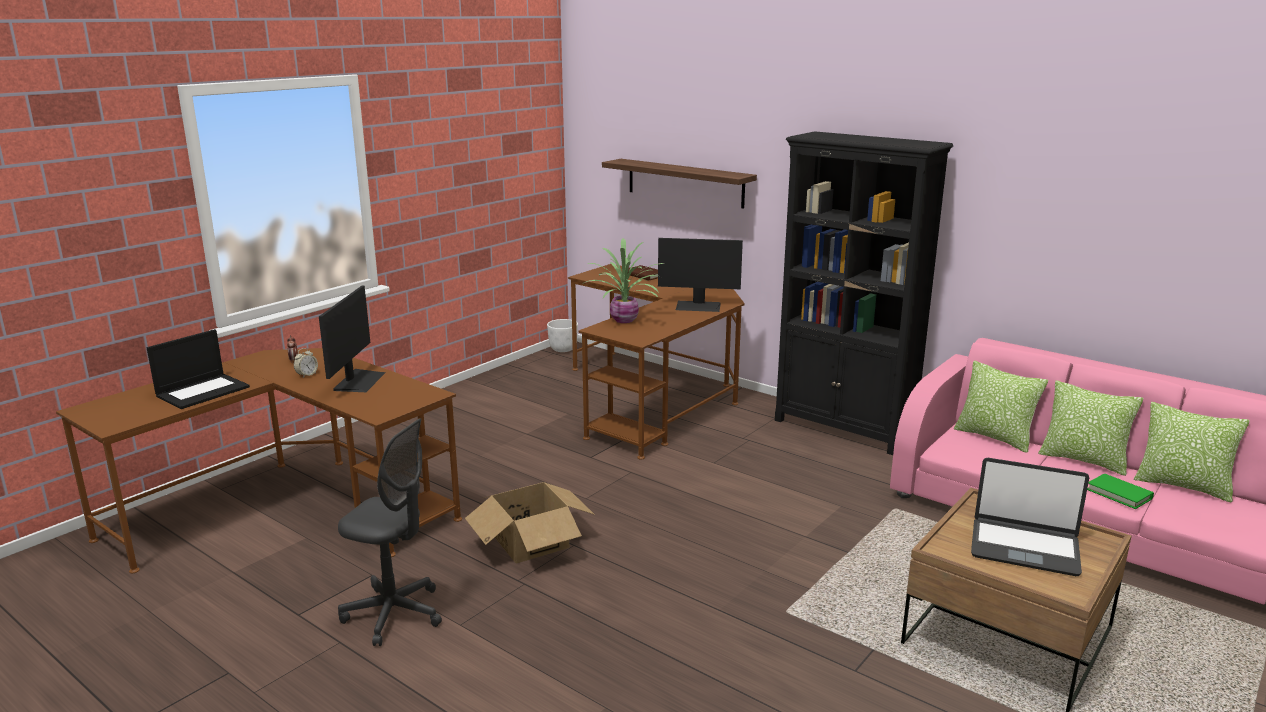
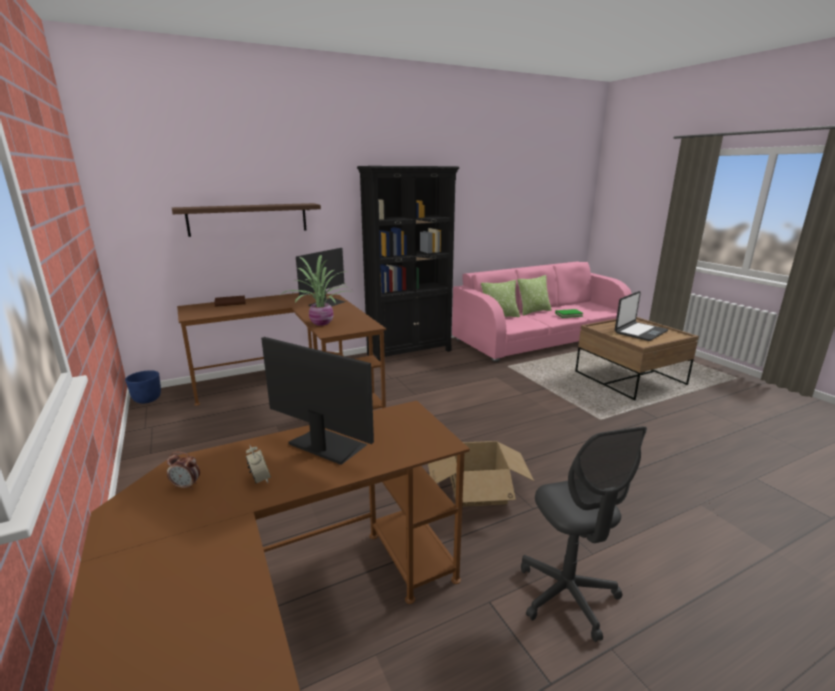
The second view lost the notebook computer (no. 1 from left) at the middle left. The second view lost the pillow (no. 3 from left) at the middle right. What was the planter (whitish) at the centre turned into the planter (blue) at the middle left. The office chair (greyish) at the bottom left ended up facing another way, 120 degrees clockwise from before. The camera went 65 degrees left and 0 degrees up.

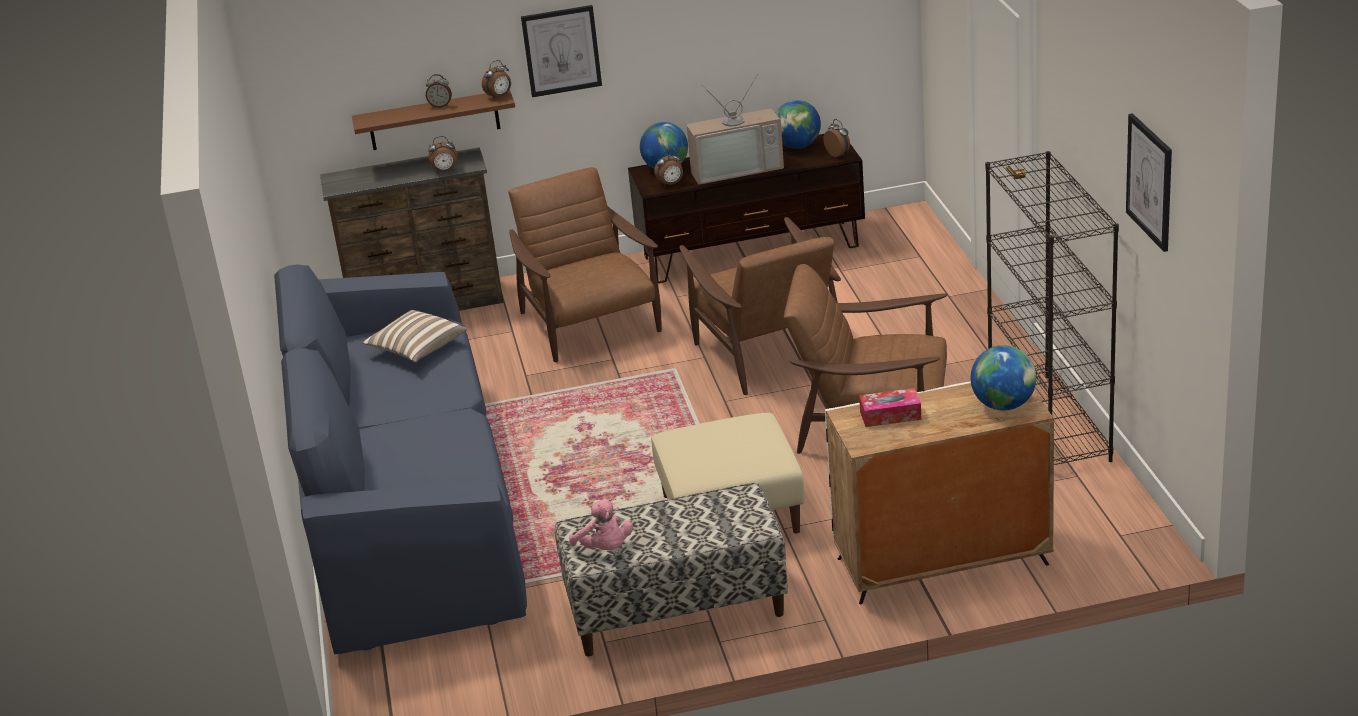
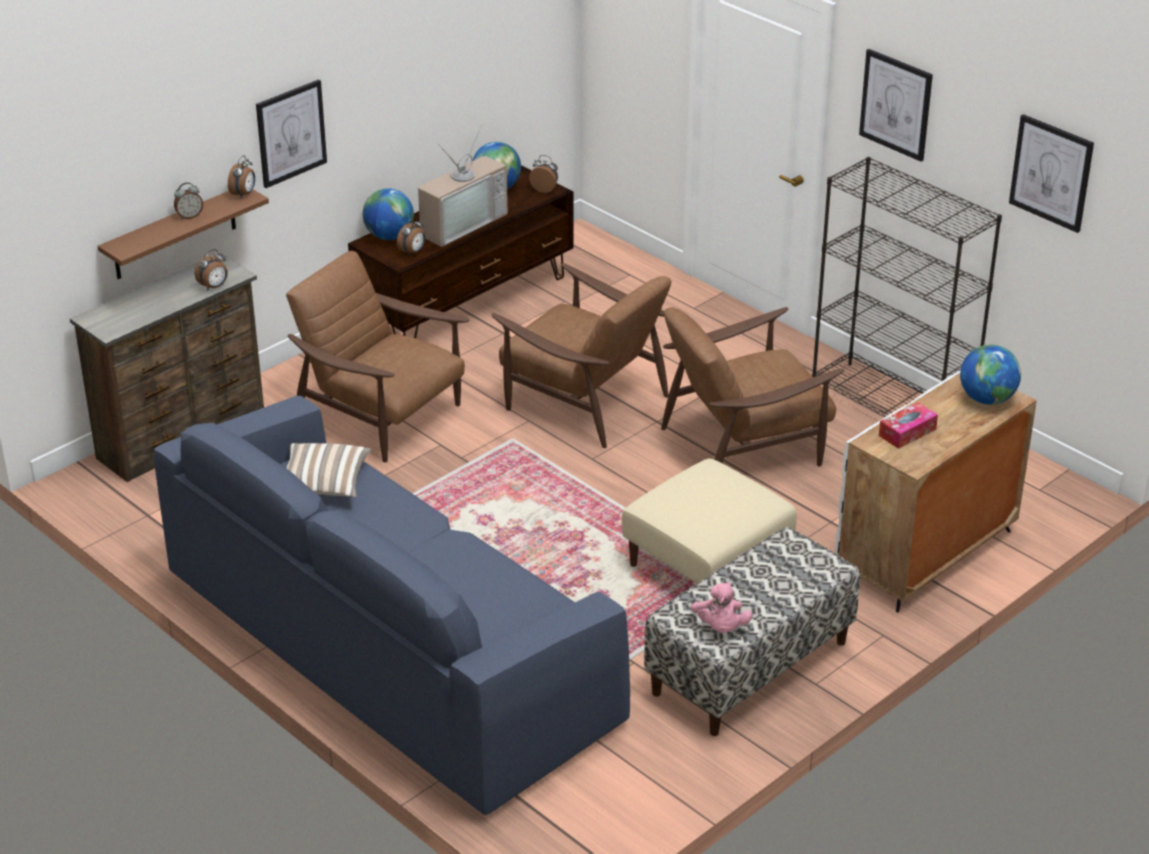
The second view gained the wall picture (no. 2 from left) at the top right. The plush toy (pink-coloured) at the bottom centre ended up facing another way, 60 degrees clockwise from before. The camera went 35 degrees left and 5 degrees up.

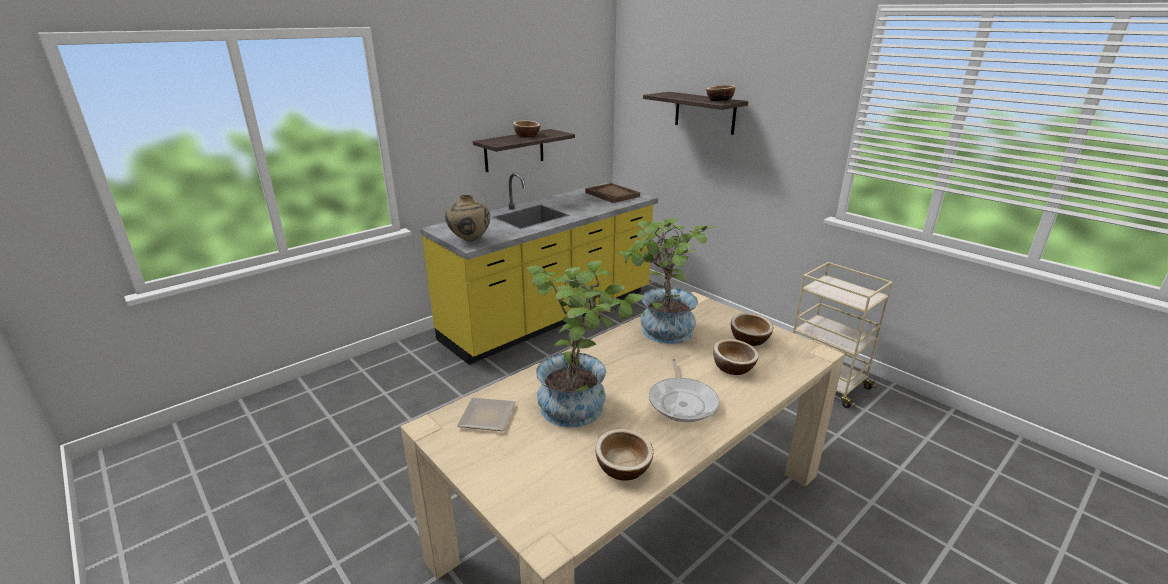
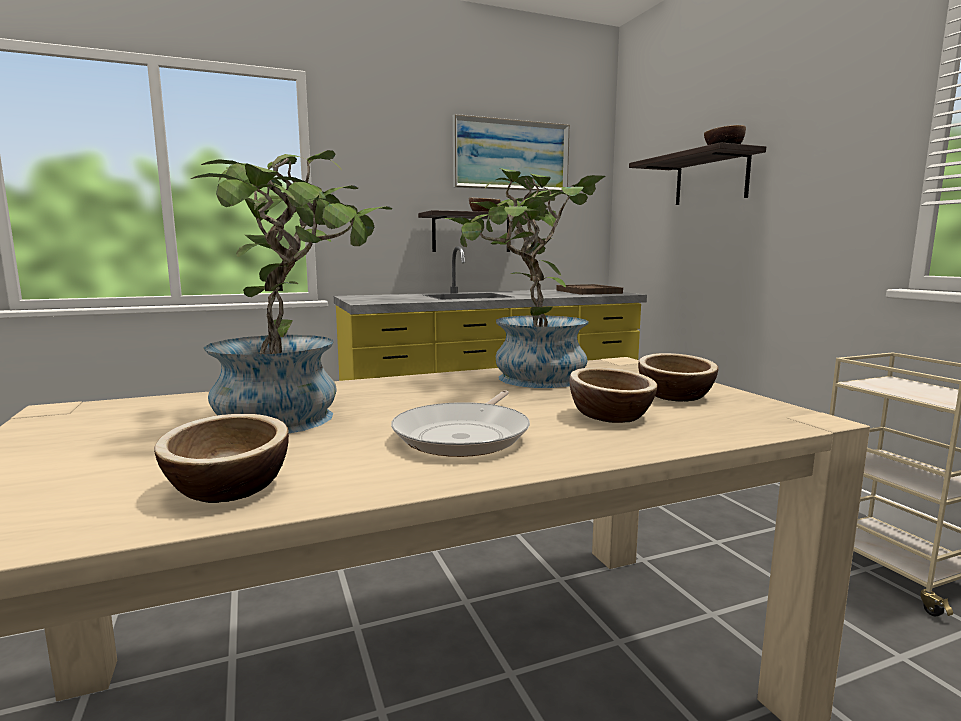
The second view lost the decorative vase (beige-coloured) at the centre. The second view lost the plate at the bottom centre. The second view gained the wall picture at the top centre. The camera went 20 degrees right and 15 degrees down.

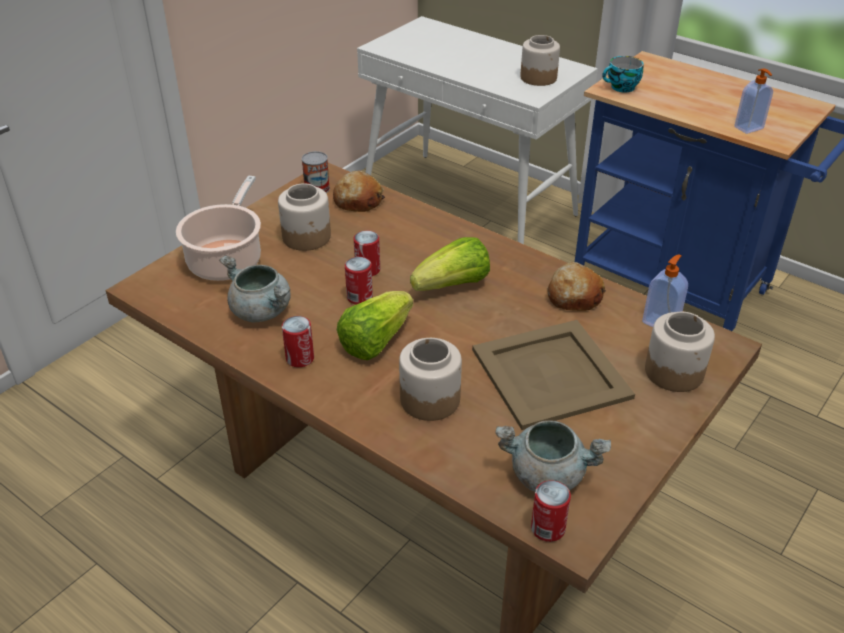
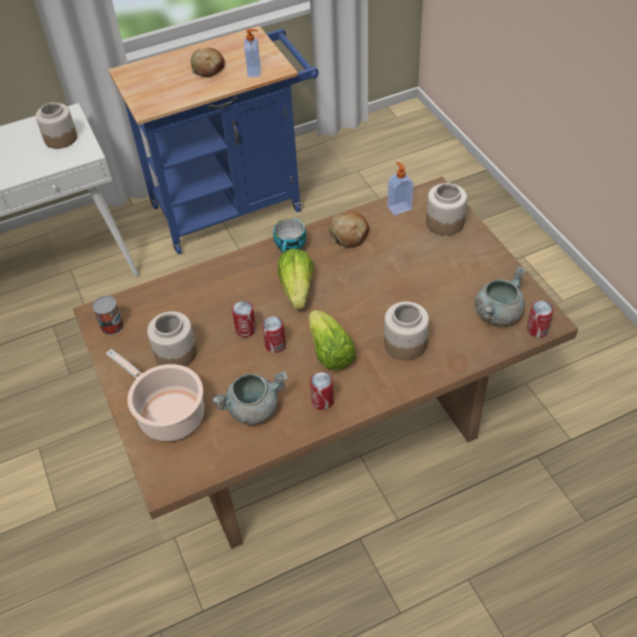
The second view lost the serving tray (beige-coloured) at the centre. The baked bread (no. 1 from left) ended up elsewhere, having gone from the top centre to the top left. The cup ended up elsewhere, having gone from the top right to the centre. The camera went 60 degrees left and 10 degrees up.

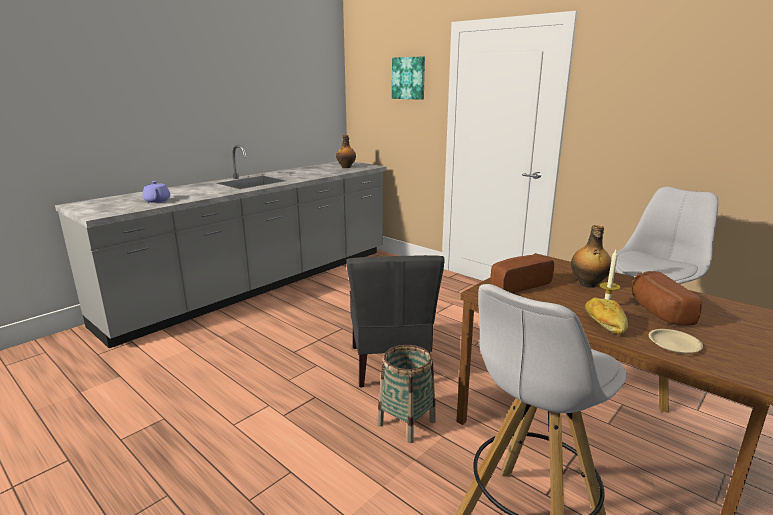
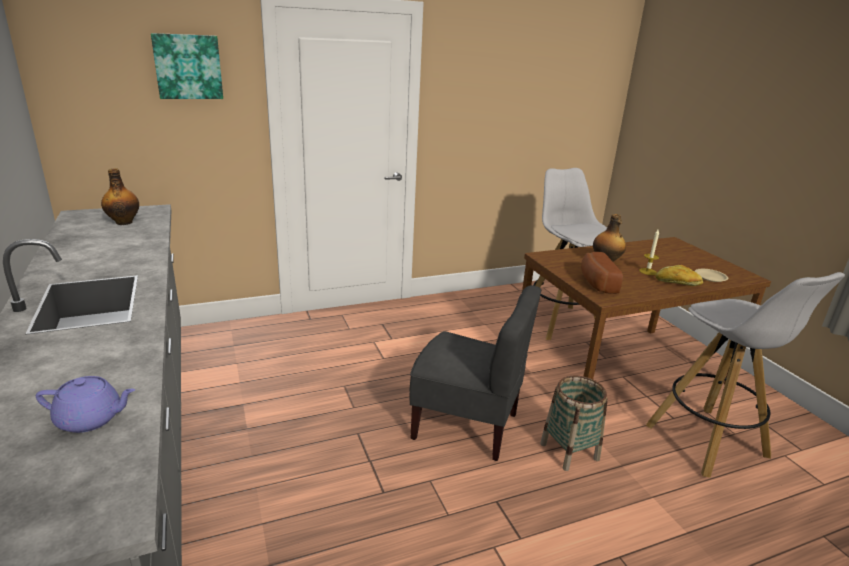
The second view lost the baked bread (no. 3 from left) at the middle right. The camera went 65 degrees left and 5 degrees up.

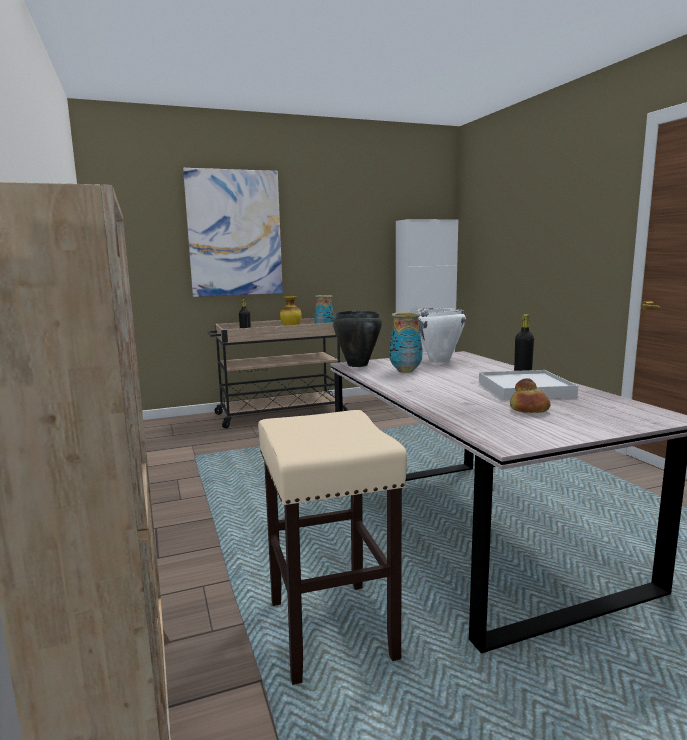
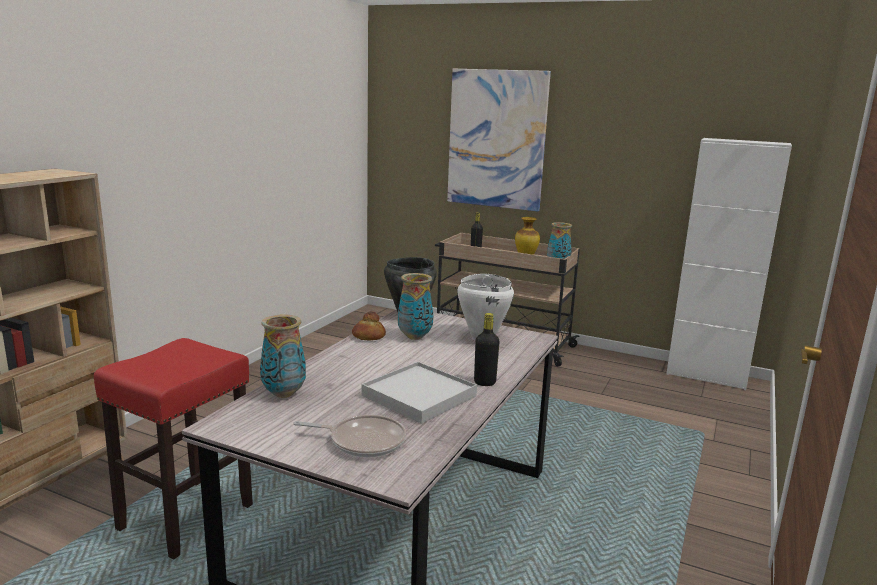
The second view gained the decorative vase (no. 1 from left) at the middle left. The second view gained the pan at the bottom centre. The baked bread ended up elsewhere, having gone from the middle right to the centre. What was the stool seat (beige-coloured) at the bottom centre turned into the stool seat (reddish) at the bottom left. The camera went 45 degrees right and 5 degrees up.

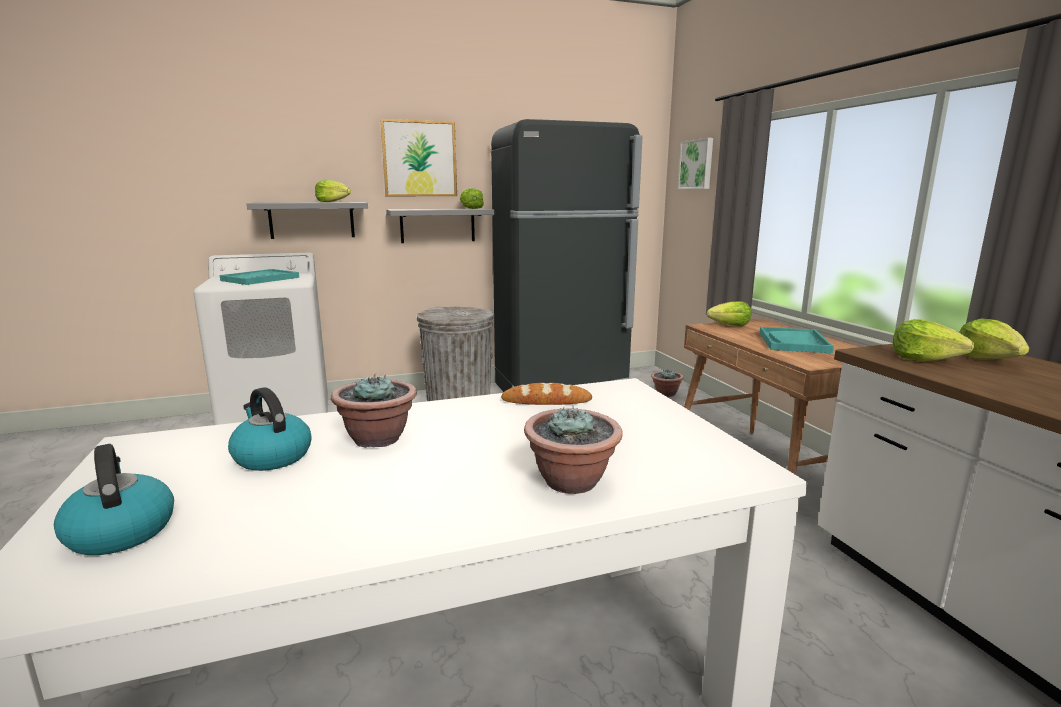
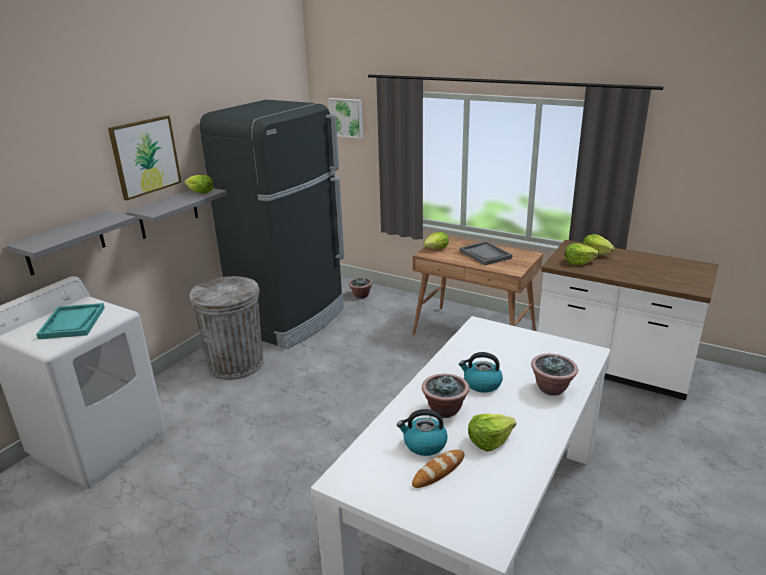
The tea kettle (no. 1 from left in the first image) ended up elsewhere, having gone from the bottom left to the centre. The head of lettuce (no. 1 from left in the first image) ended up elsewhere, having gone from the top left to the bottom centre. The baked bread ended up elsewhere, having gone from the centre to the bottom centre. What was the serving tray (turquoise) (no. 2 from left) at the middle right turned into the serving tray (greyish) at the centre. The camera went 40 degrees left and 10 degrees up.

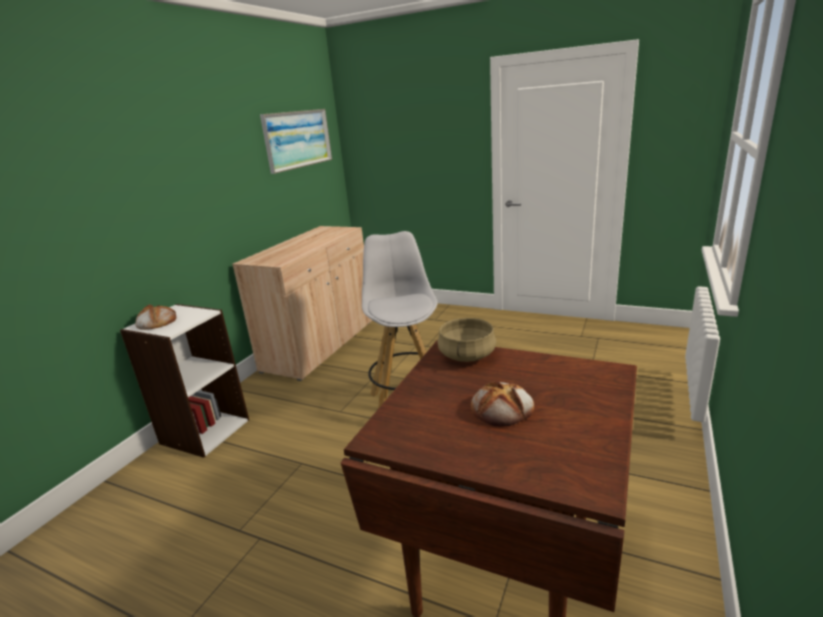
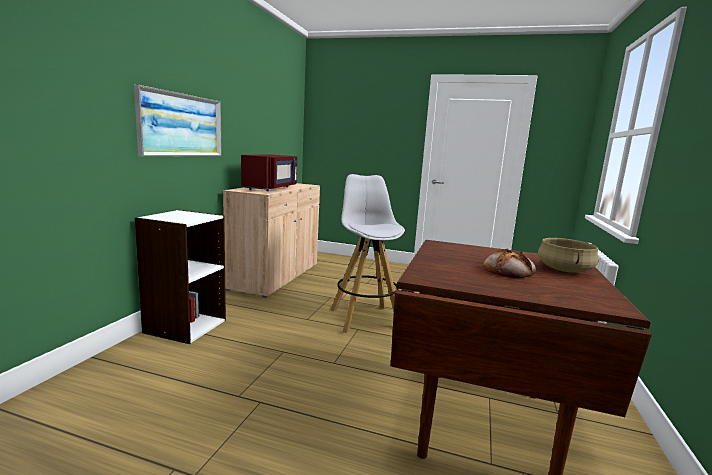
The second view lost the baked bread (no. 1 from left) at the middle left. The second view gained the microwave (reddish) at the centre. The wall picture ended up elsewhere, having gone from the top centre to the top left. The stockpot (beige-coloured) ended up elsewhere, having gone from the centre to the middle right. The camera went 10 degrees left and 10 degrees down.

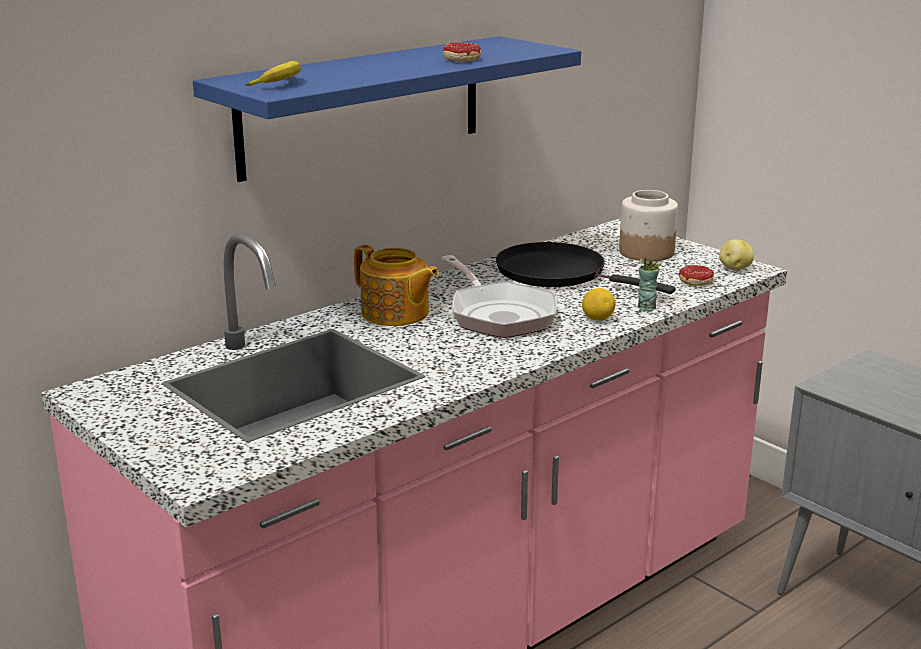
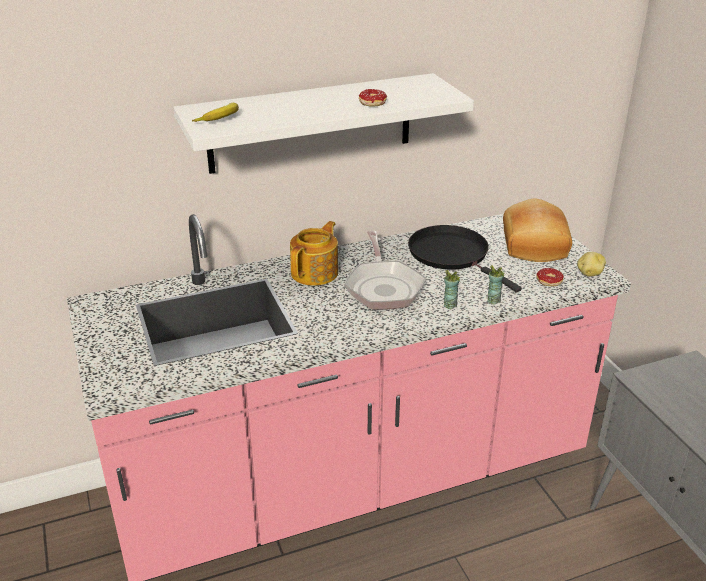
Where the whole lemon stood at the centre, the cup (no. 1 from left) came to stand at the centre. Where the storage jar stood at the middle right, the baked bread came to stand at the middle right. What was the bracket shelf (blue) at the top centre turned into the bracket shelf (whitish) at the top centre. The teapot at the centre ended up facing another way, 120 degrees counterclockwise from before. The camera went 20 degrees right and 10 degrees up.

